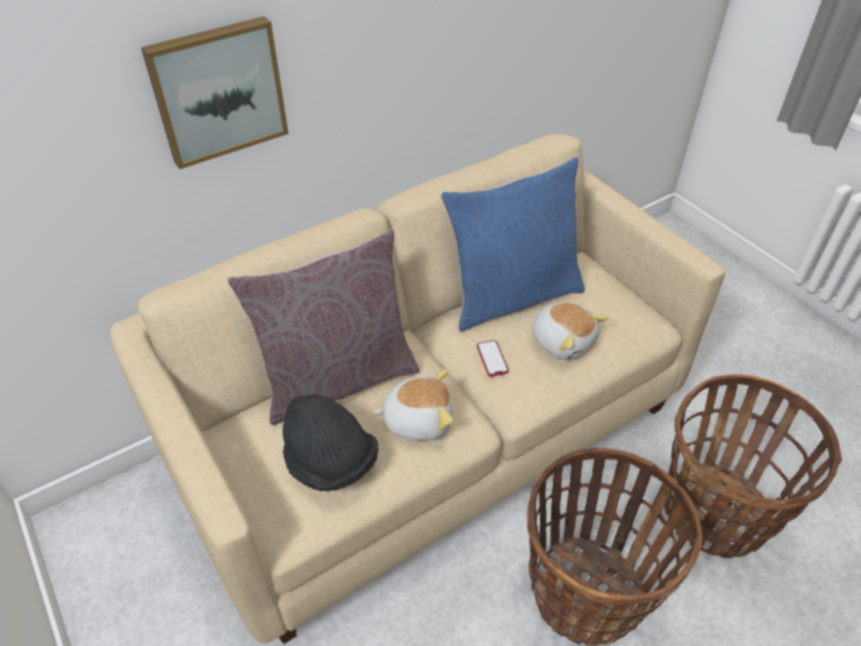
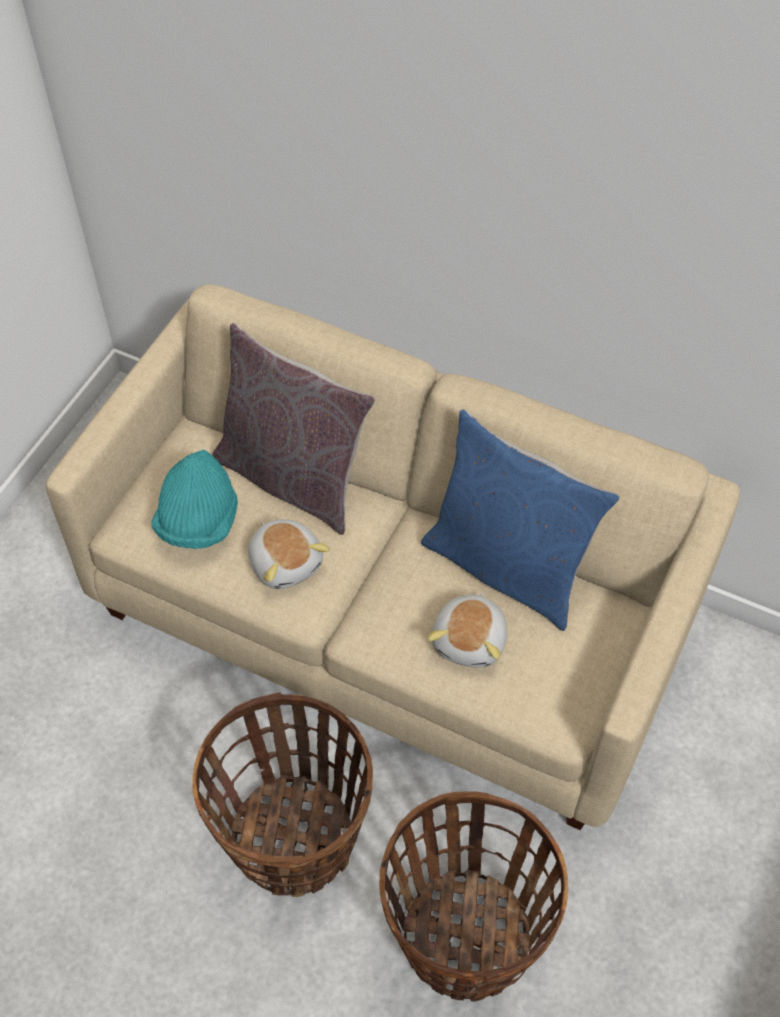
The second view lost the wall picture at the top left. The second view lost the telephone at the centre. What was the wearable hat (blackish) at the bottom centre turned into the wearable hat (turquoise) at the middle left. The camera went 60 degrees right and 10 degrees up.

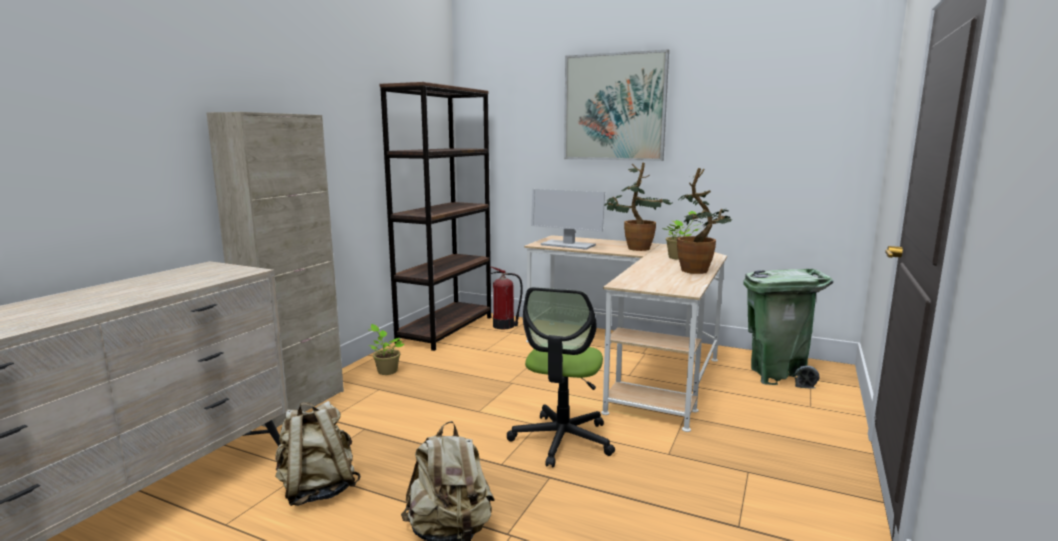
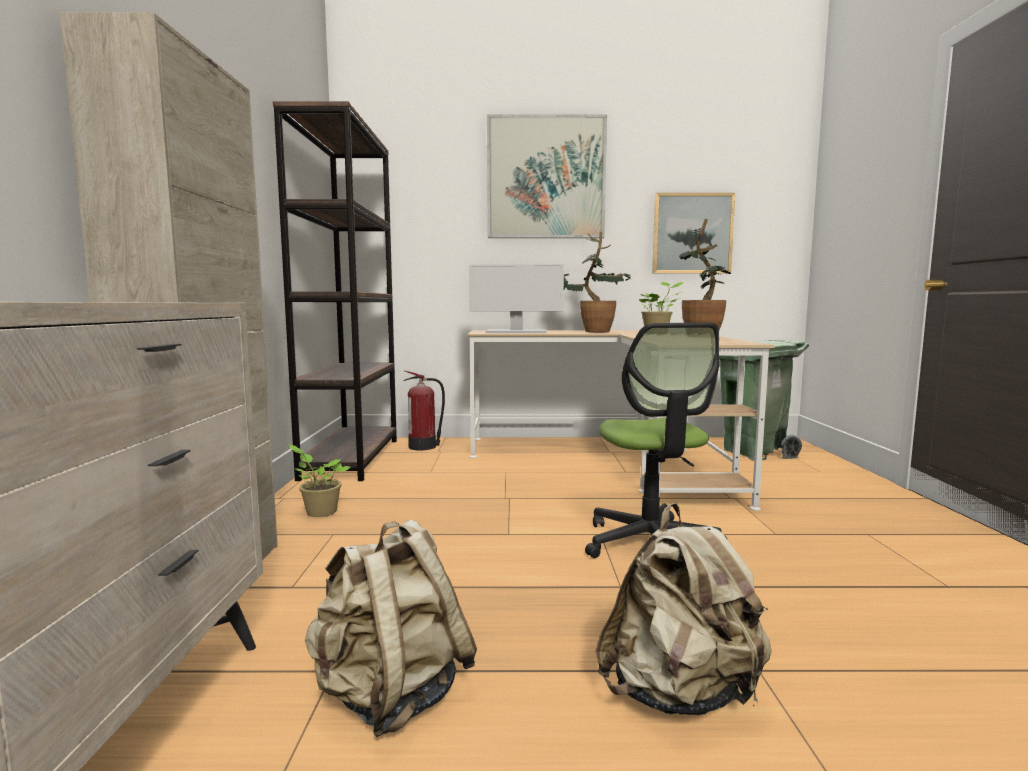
The second view gained the wall picture (no. 2 from left) at the top right. The camera went 25 degrees left and 5 degrees down.

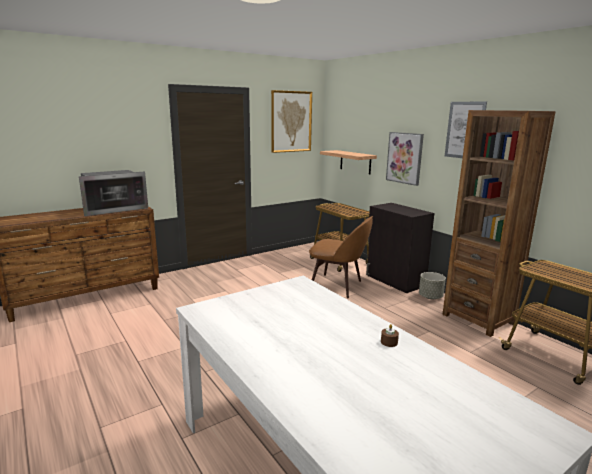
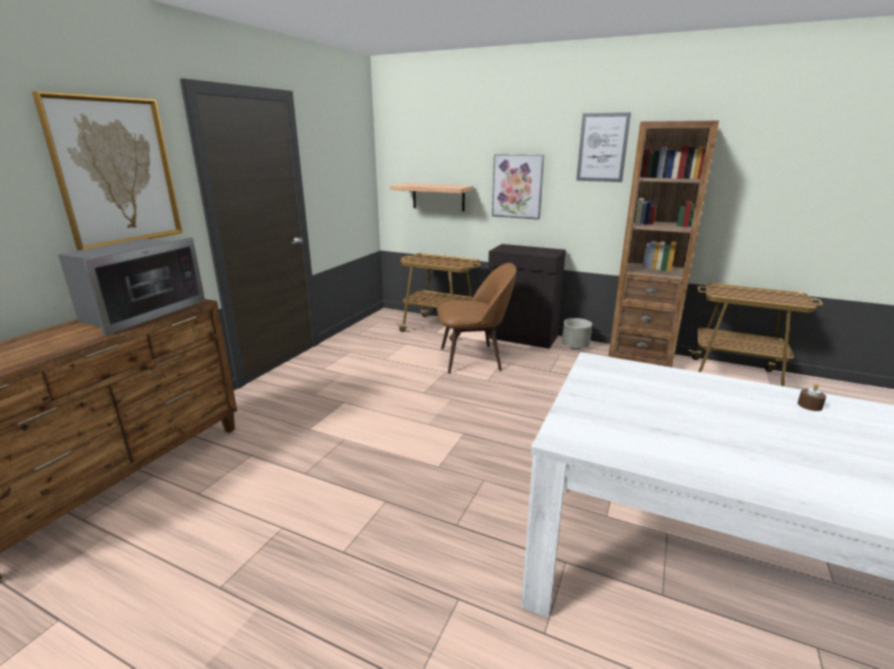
The wall picture (no. 1 from left) ended up elsewhere, having gone from the top centre to the top left. The camera went 30 degrees left and 5 degrees up.

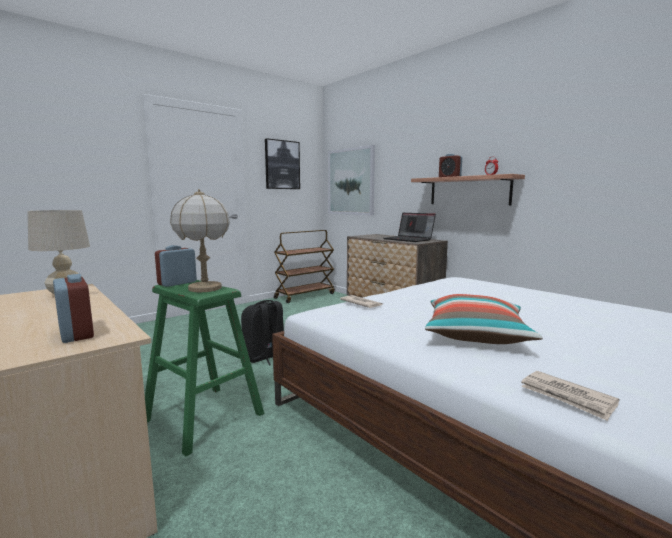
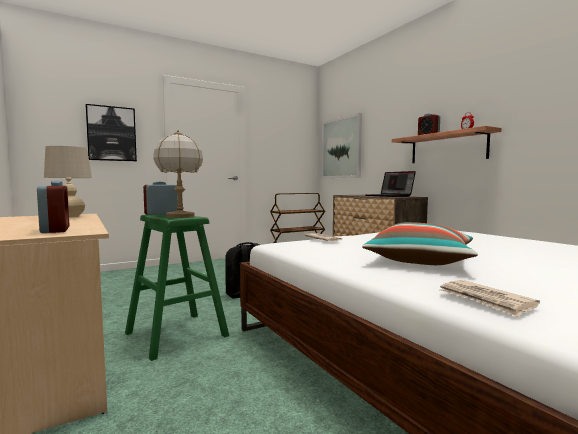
The wall picture (no. 1 from left) ended up elsewhere, having gone from the top centre to the top left. The camera went 10 degrees right and 5 degrees down.

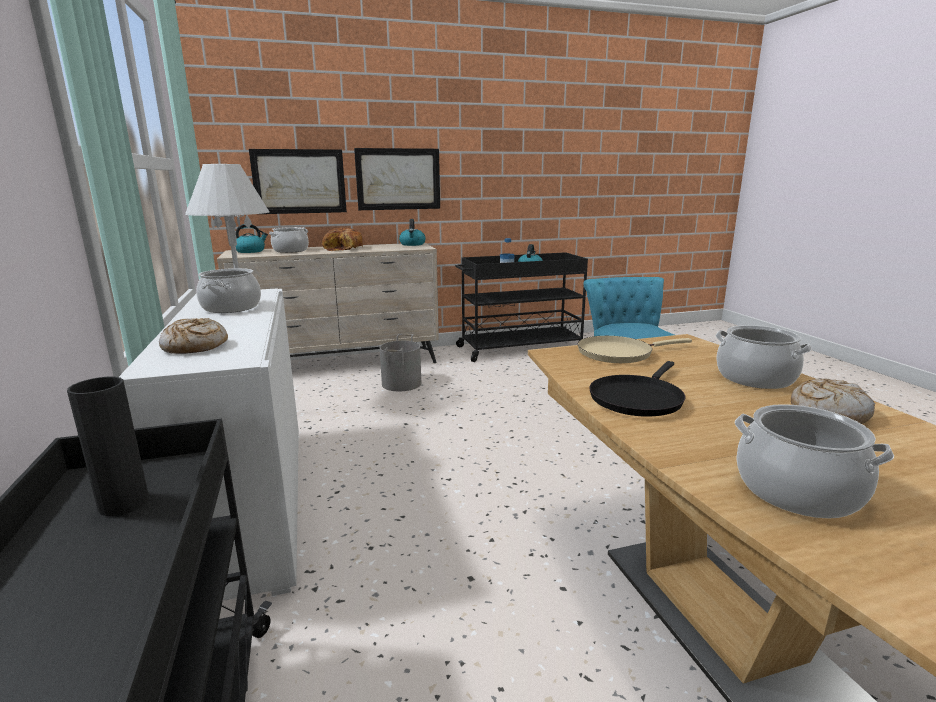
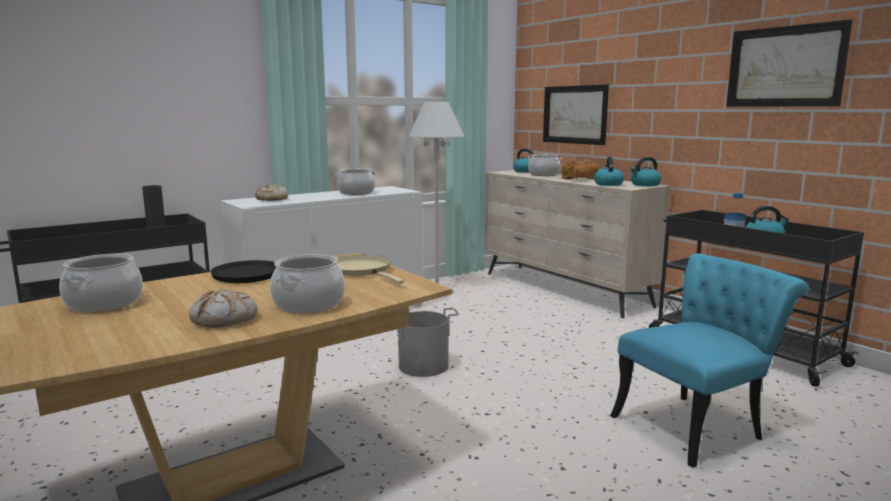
The second view gained the tea kettle (no. 2 from left) at the middle right. The wall picture (no. 2 from left) ended up elsewhere, having gone from the top centre to the top right. The bucket (greyish) ended up elsewhere, having gone from the centre to the bottom centre. The camera went 70 degrees right and 5 degrees down.

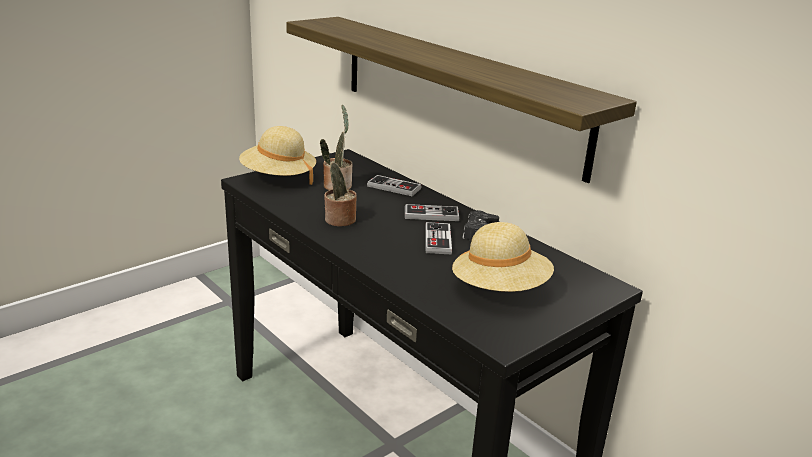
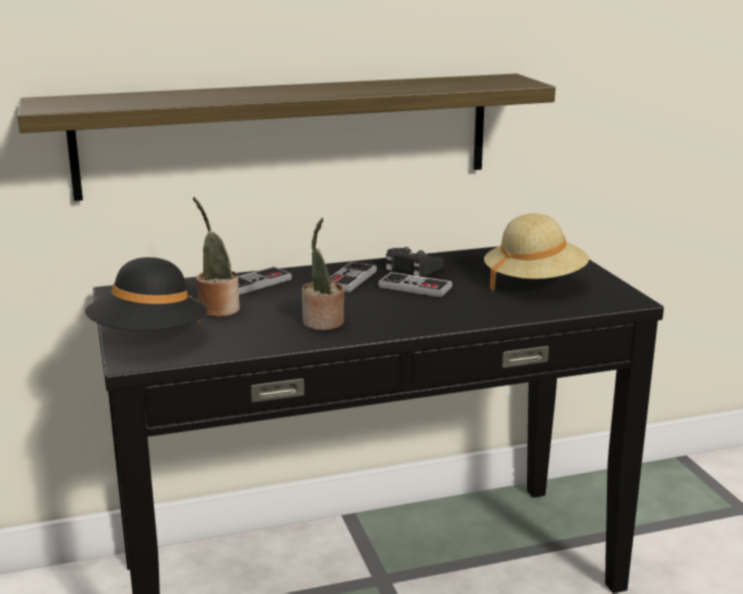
What was the wearable hat (beige-coloured) (no. 1 from left) at the centre turned into the wearable hat (blackish) at the middle left. The camera went 65 degrees left and 5 degrees down.

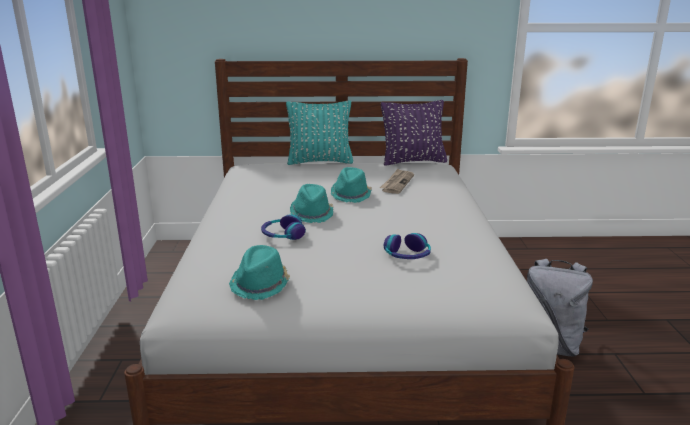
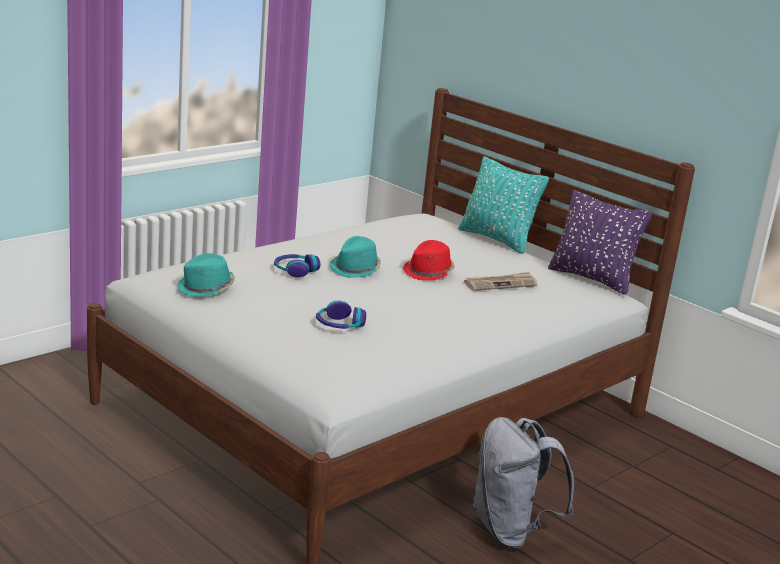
What was the wearable hat (turquoise) (no. 3 from left) at the centre turned into the wearable hat (reddish) at the centre. The camera went 45 degrees right and 0 degrees up.

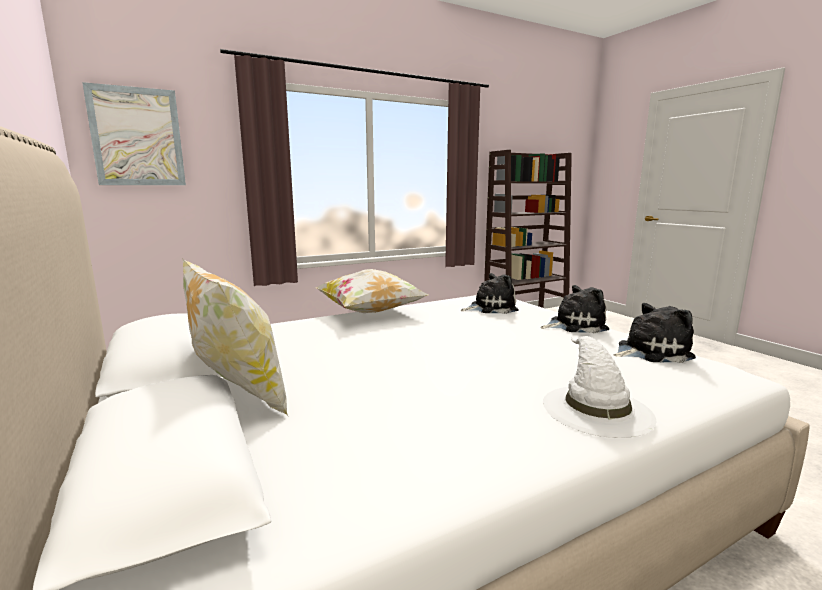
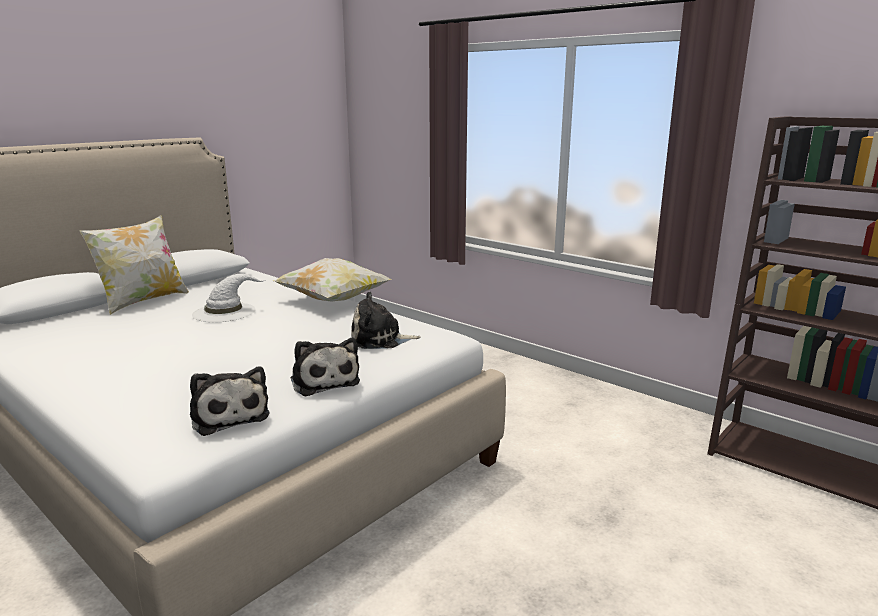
The second view lost the wall picture at the top left. The wearable hat (whitish) ended up elsewhere, having gone from the middle right to the middle left. The plush toy (no. 1 from left in the first image) at the centre ended up facing another way, 120 degrees clockwise from before. The camera went 70 degrees right and 5 degrees up.

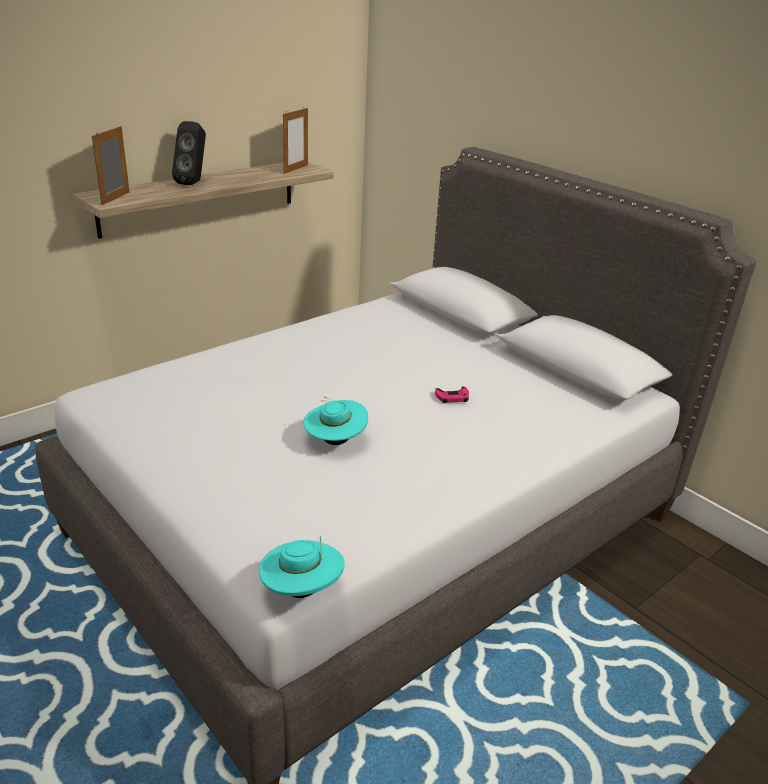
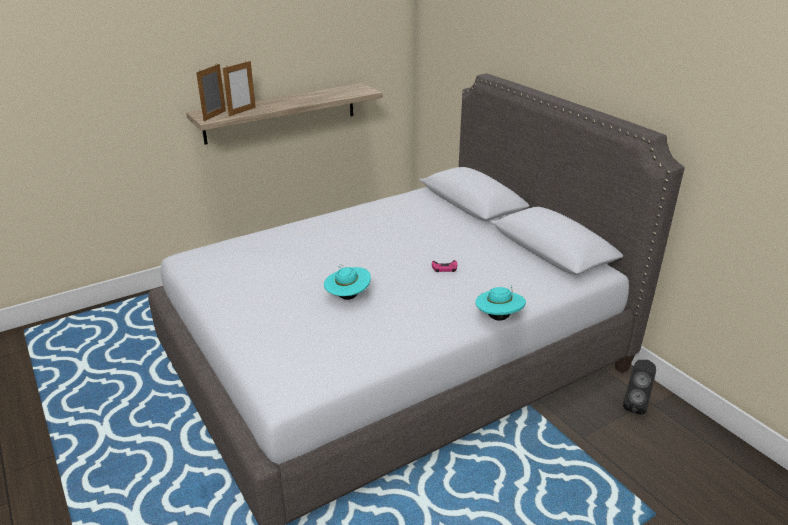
The audio speaker (blackish) ended up elsewhere, having gone from the top left to the bottom right. The wearable hat (turquoise) (no. 1 from left in the first image) ended up elsewhere, having gone from the bottom centre to the centre. The photo frame (no. 2 from left) ended up elsewhere, having gone from the top centre to the top left. The camera went 10 degrees right and 0 degrees up.

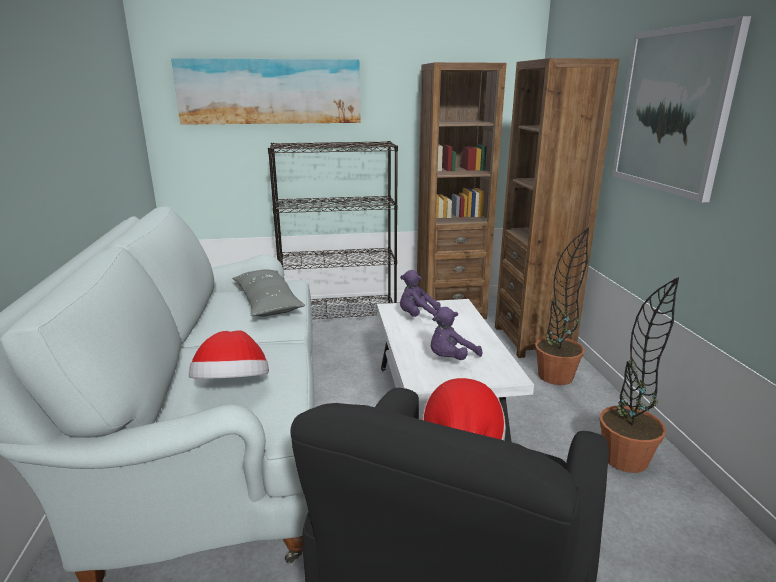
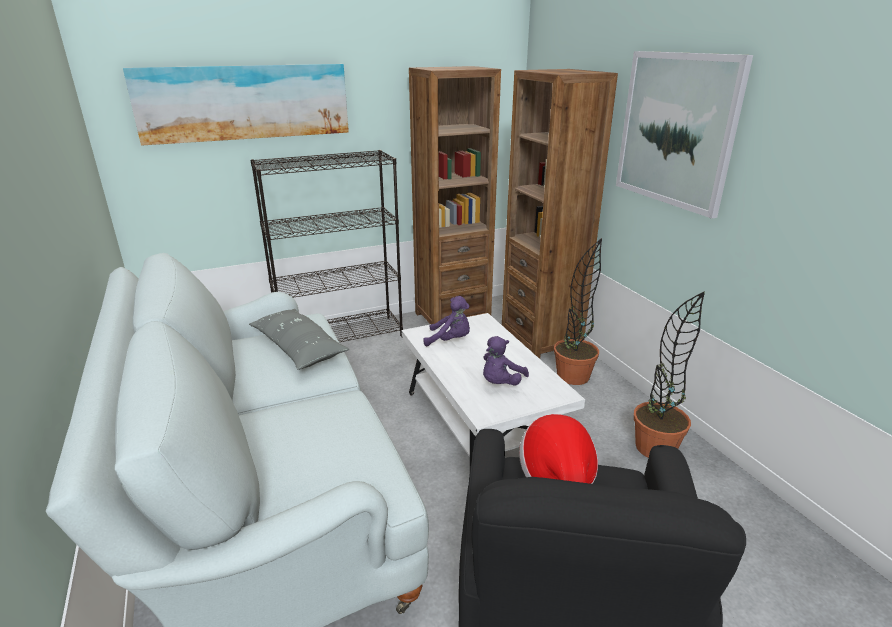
The second view lost the wearable hat (no. 1 from left) at the middle left. The plush toy (purple) (no. 1 from left) at the centre ended up facing another way, 150 degrees counterclockwise from before. The camera went 15 degrees left and 5 degrees up.

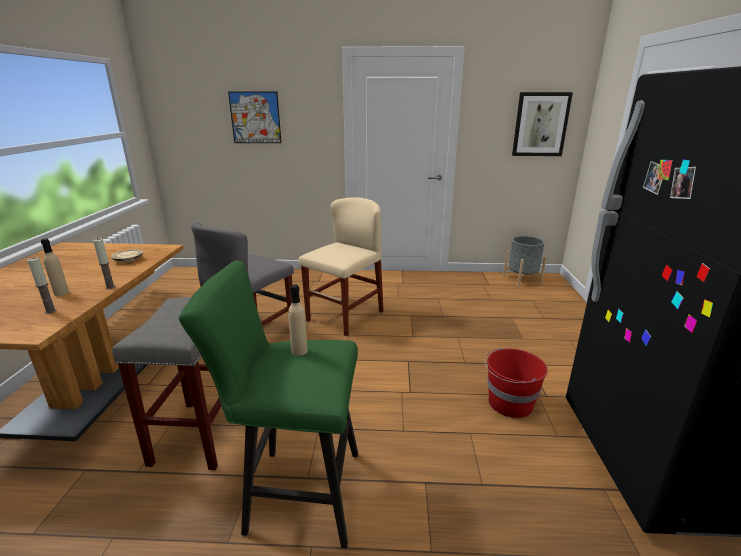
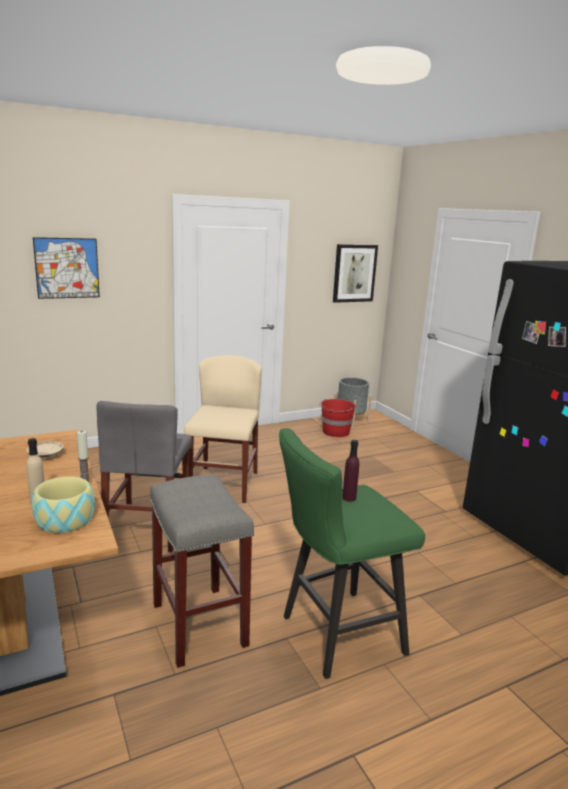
The bucket (reddish) ended up elsewhere, having gone from the bottom right to the centre. Where the wax candle (no. 1 from left) stood at the middle left, the deep dish came to stand at the middle left. What was the beverage bottle (beige-coloured) (no. 2 from left) at the centre turned into the beverage bottle (purple) at the centre. The camera went 30 degrees left and 5 degrees down.

